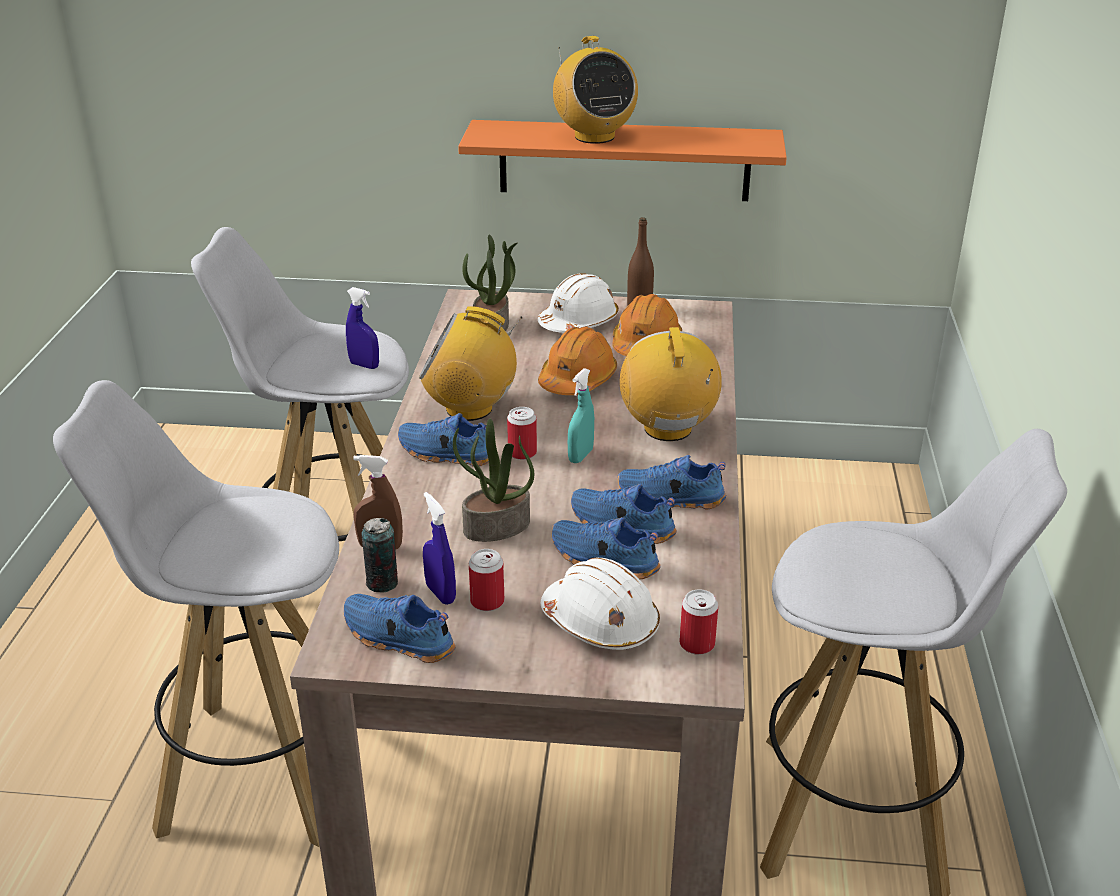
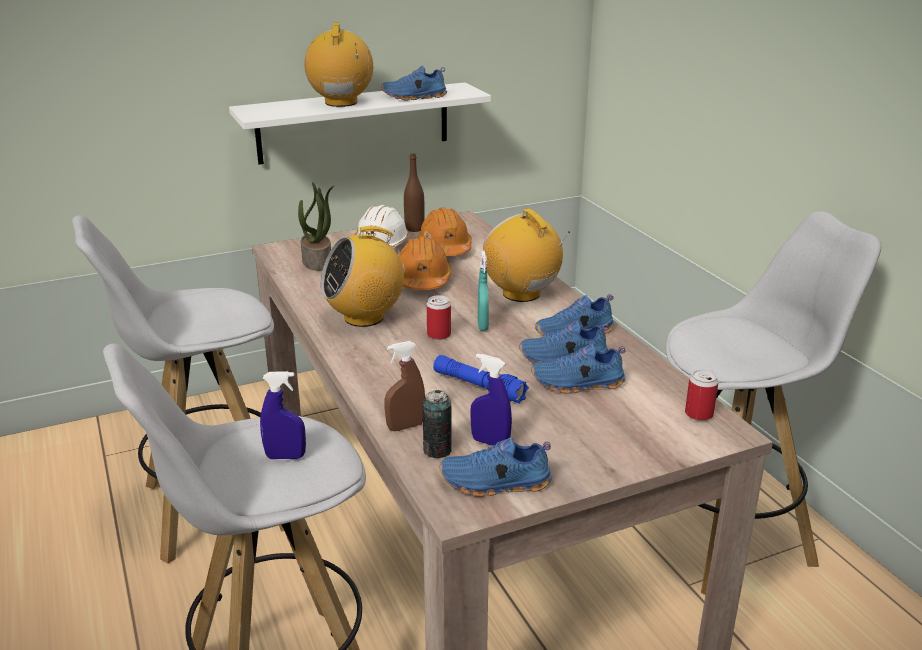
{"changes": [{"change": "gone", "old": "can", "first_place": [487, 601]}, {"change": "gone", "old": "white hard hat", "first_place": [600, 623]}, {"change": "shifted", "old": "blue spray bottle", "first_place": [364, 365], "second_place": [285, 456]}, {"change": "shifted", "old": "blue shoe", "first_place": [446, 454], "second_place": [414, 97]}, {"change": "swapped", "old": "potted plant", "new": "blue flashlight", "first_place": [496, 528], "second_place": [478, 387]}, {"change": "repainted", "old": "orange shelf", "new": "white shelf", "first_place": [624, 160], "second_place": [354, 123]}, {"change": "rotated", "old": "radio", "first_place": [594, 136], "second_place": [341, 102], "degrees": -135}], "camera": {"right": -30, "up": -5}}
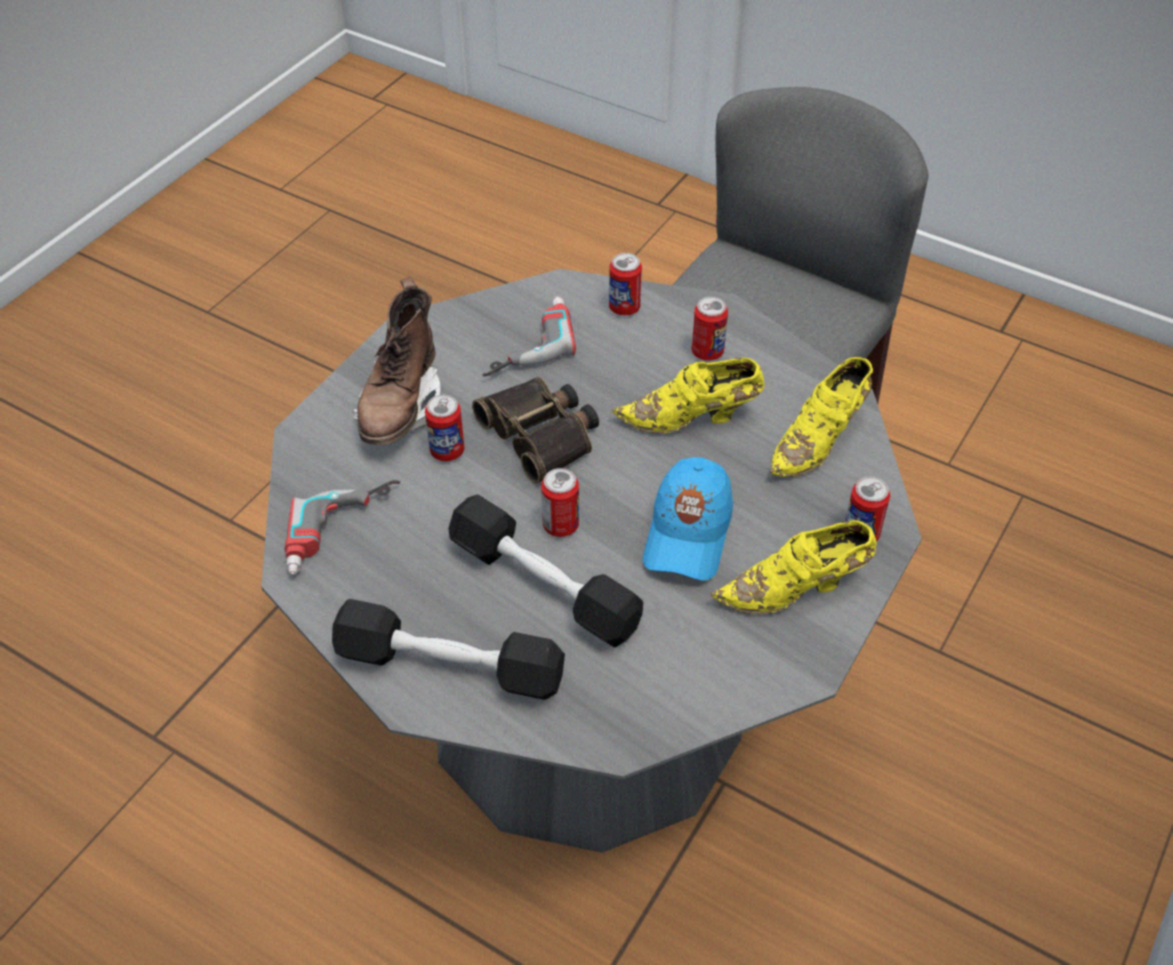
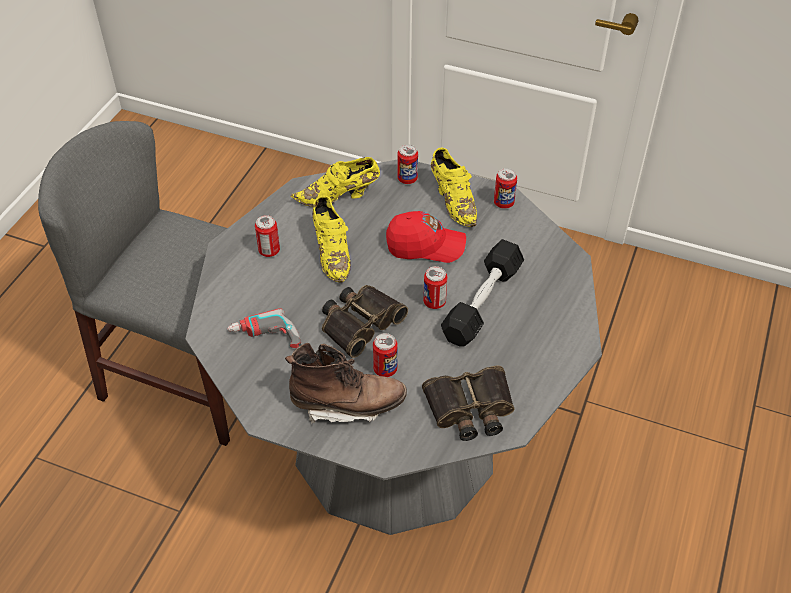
{"changes": [{"change": "gone", "old": "black dumbbell", "first_place": [449, 666]}, {"change": "shifted", "old": "can", "first_place": [624, 308], "second_place": [503, 203]}, {"change": "swapped", "old": "power drill", "new": "binoculars", "first_place": [344, 533], "second_place": [470, 409]}, {"change": "repainted", "old": "blue cap", "new": "red cap", "first_place": [688, 533], "second_place": [425, 246]}, {"change": "rotated", "old": "yellow shoe", "first_place": [820, 440], "second_place": [339, 197], "degrees": 135}], "camera": {"right": -100, "up": 0}}
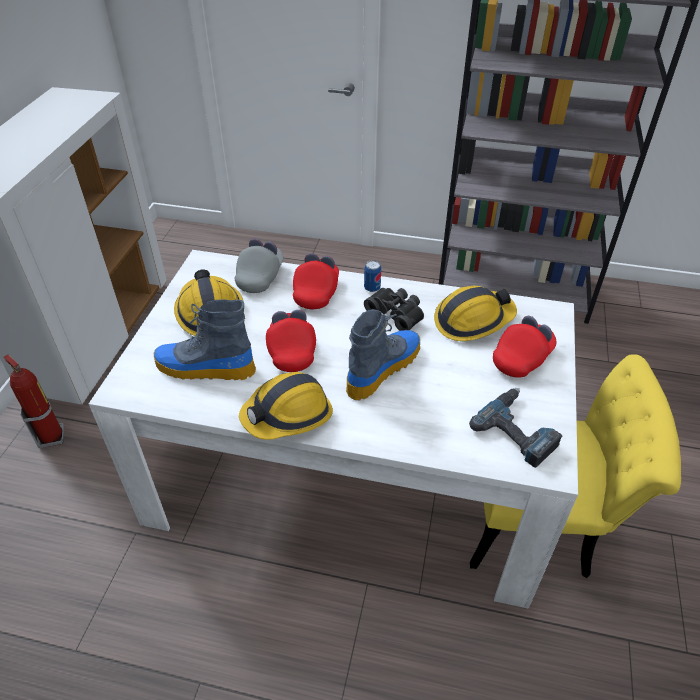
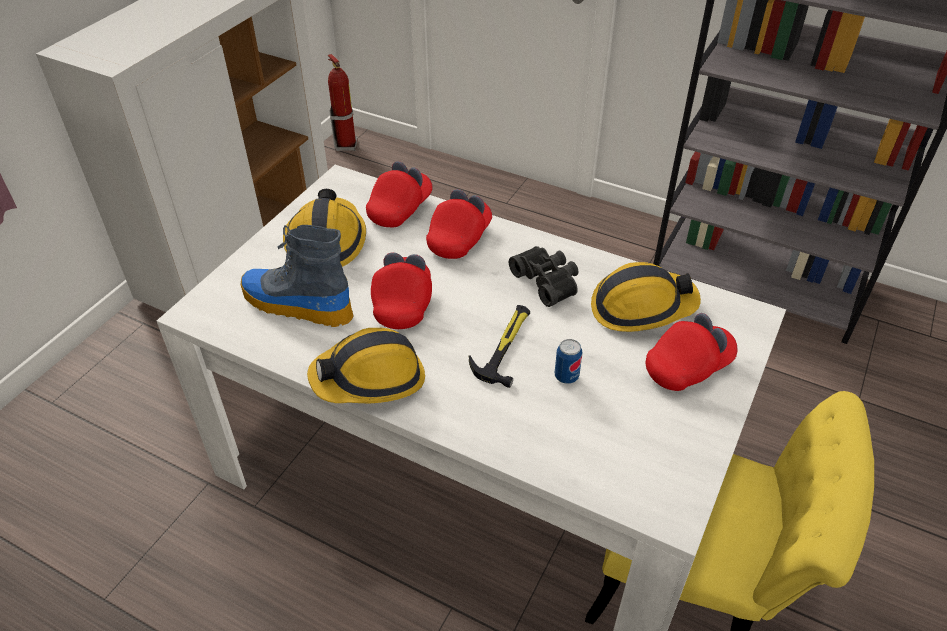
{"changes": [{"change": "gone", "old": "power drill", "first_place": [518, 430]}, {"change": "shifted", "old": "fire extinguisher", "first_place": [52, 437], "second_place": [346, 145]}, {"change": "shifted", "old": "can", "first_place": [372, 288], "second_place": [566, 376]}, {"change": "swapped", "old": "boot", "new": "hammer", "first_place": [383, 368], "second_place": [505, 345]}, {"change": "repainted", "old": "grey cap", "new": "red cap", "first_place": [260, 277], "second_place": [400, 209]}], "camera": {"right": 15, "up": 0}}
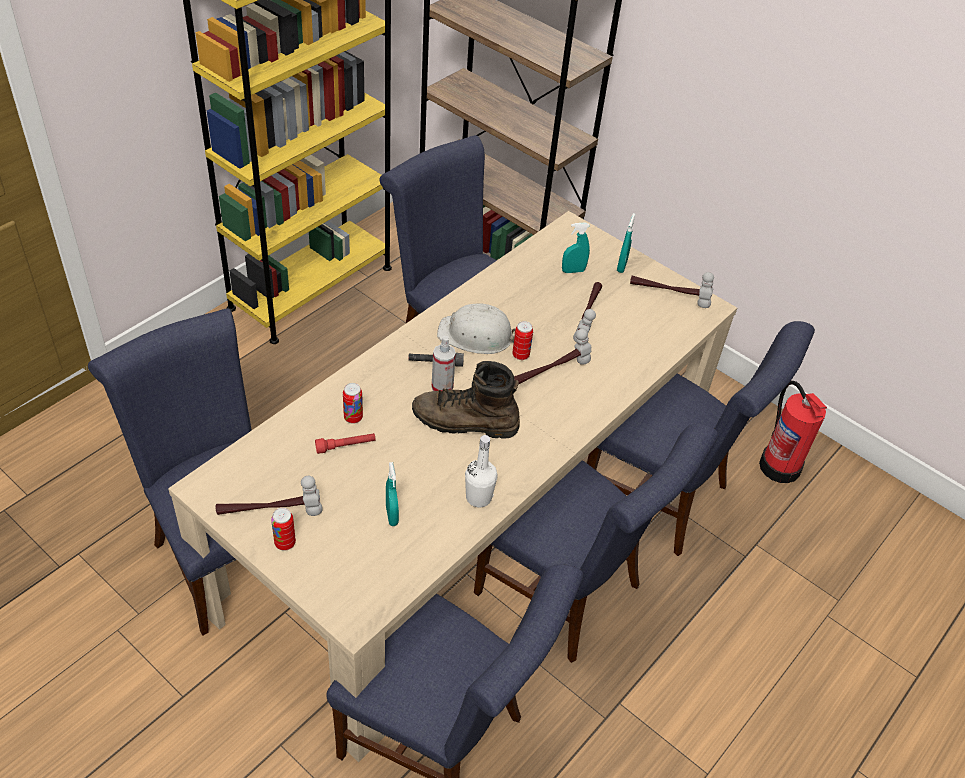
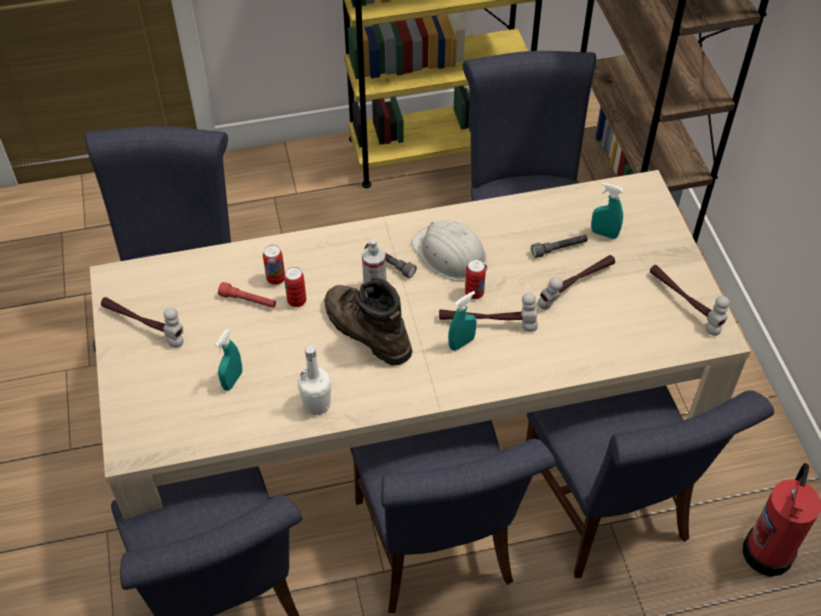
{"changes": [{"change": "new", "new": "grey flashlight", "second_place": [559, 249]}, {"change": "shifted", "old": "can", "first_place": [285, 543], "second_place": [297, 301]}, {"change": "shifted", "old": "turquoise spray bottle", "first_place": [621, 266], "second_place": [461, 343]}], "camera": {"right": 40, "up": 5}}
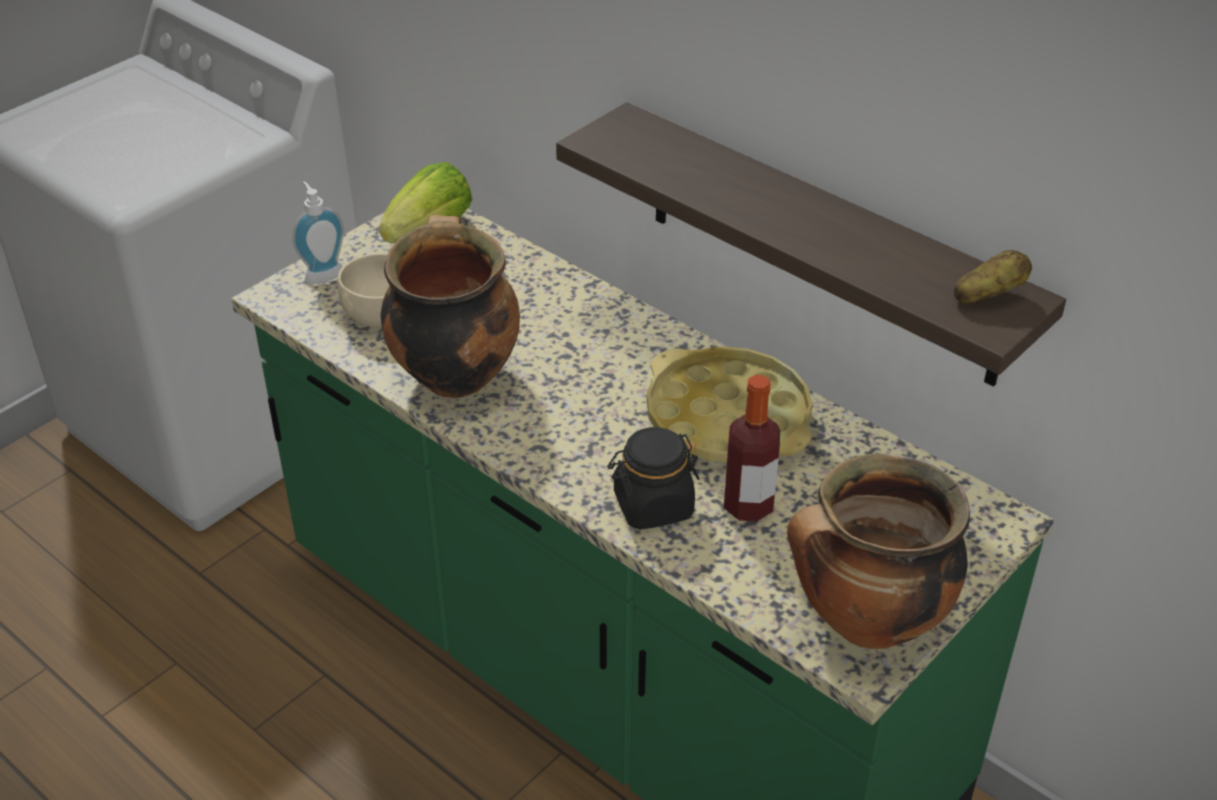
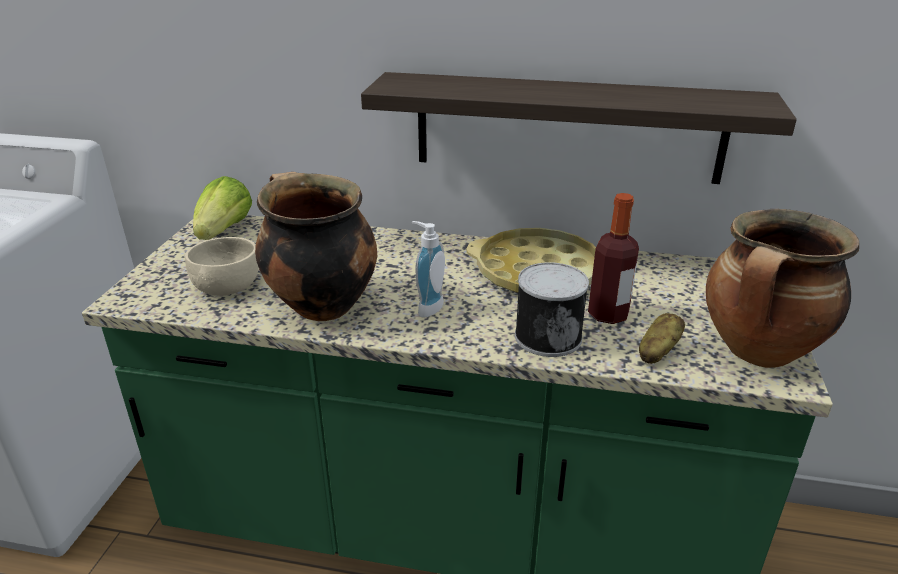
{"changes": [{"change": "shifted", "old": "soap dispenser", "first_place": [322, 273], "second_place": [427, 307]}, {"change": "shifted", "old": "potato", "first_place": [988, 295], "second_place": [657, 352]}, {"change": "swapped", "old": "black jar", "new": "can", "first_place": [652, 506], "second_place": [547, 336]}], "camera": {"right": -30, "up": -10}}
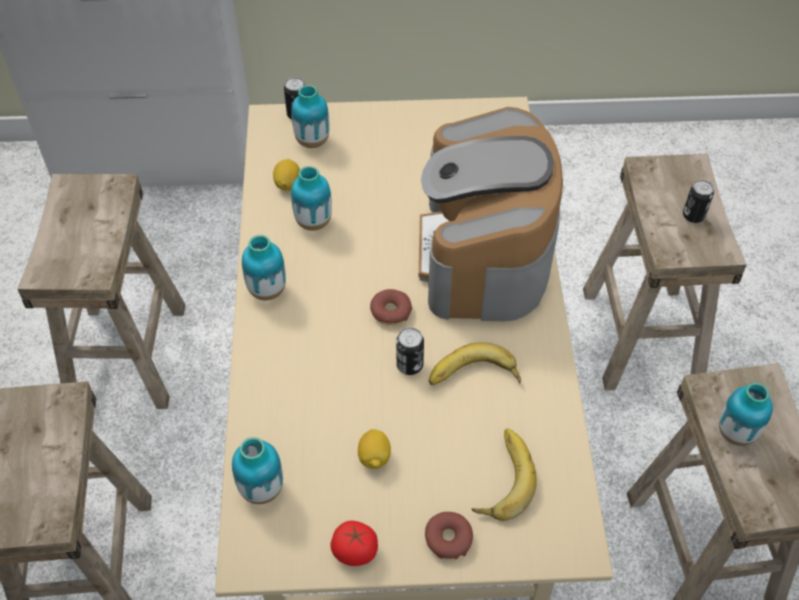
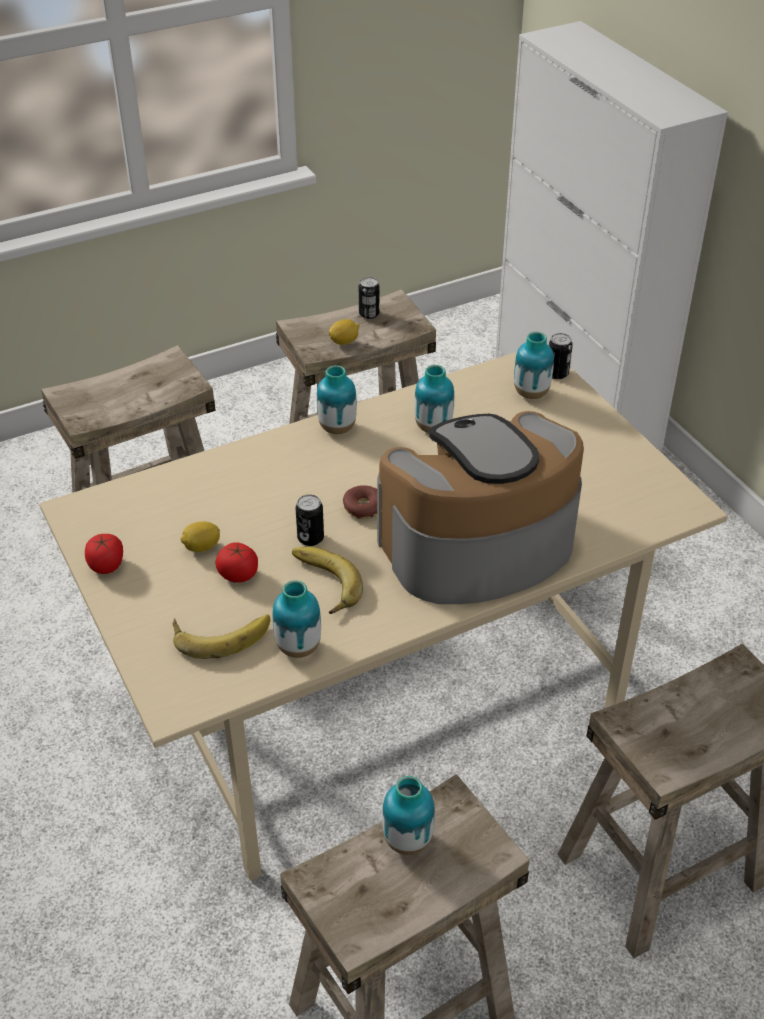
{"changes": [{"change": "gone", "old": "donut", "first_place": [448, 538]}, {"change": "new", "new": "tomato", "second_place": [238, 574]}, {"change": "shifted", "old": "vase", "first_place": [262, 489], "second_place": [298, 647]}, {"change": "shifted", "old": "lemon", "first_place": [287, 184], "second_place": [344, 341]}, {"change": "shifted", "old": "can", "first_place": [693, 216], "second_place": [369, 314]}], "camera": {"right": 65, "up": -10}}
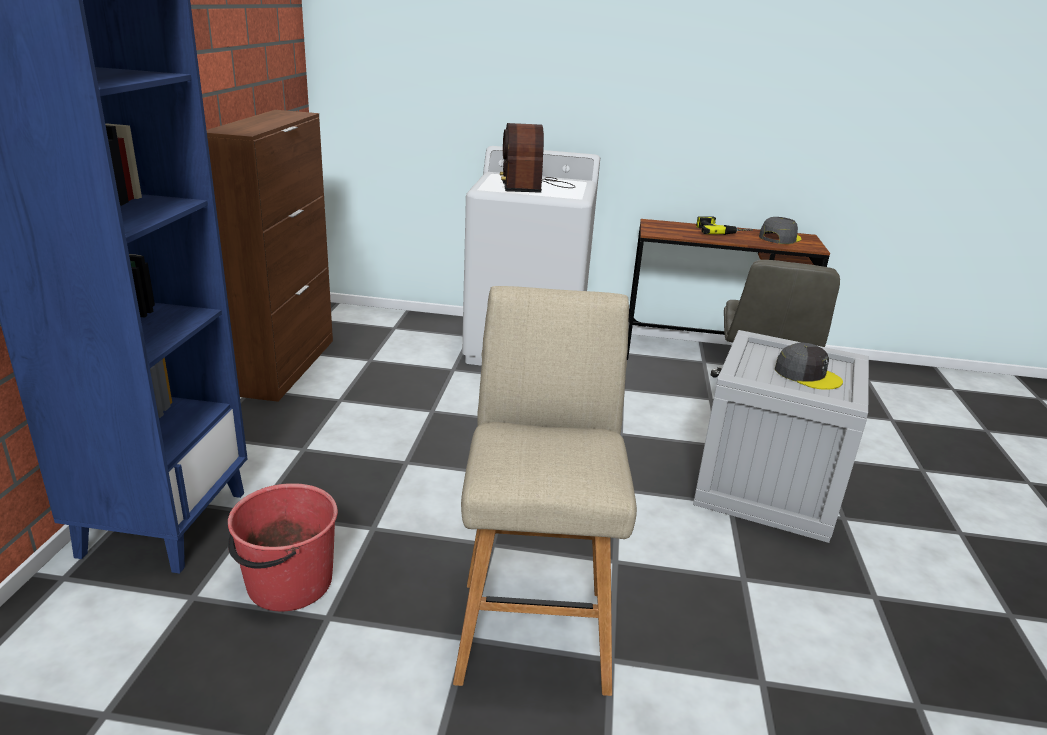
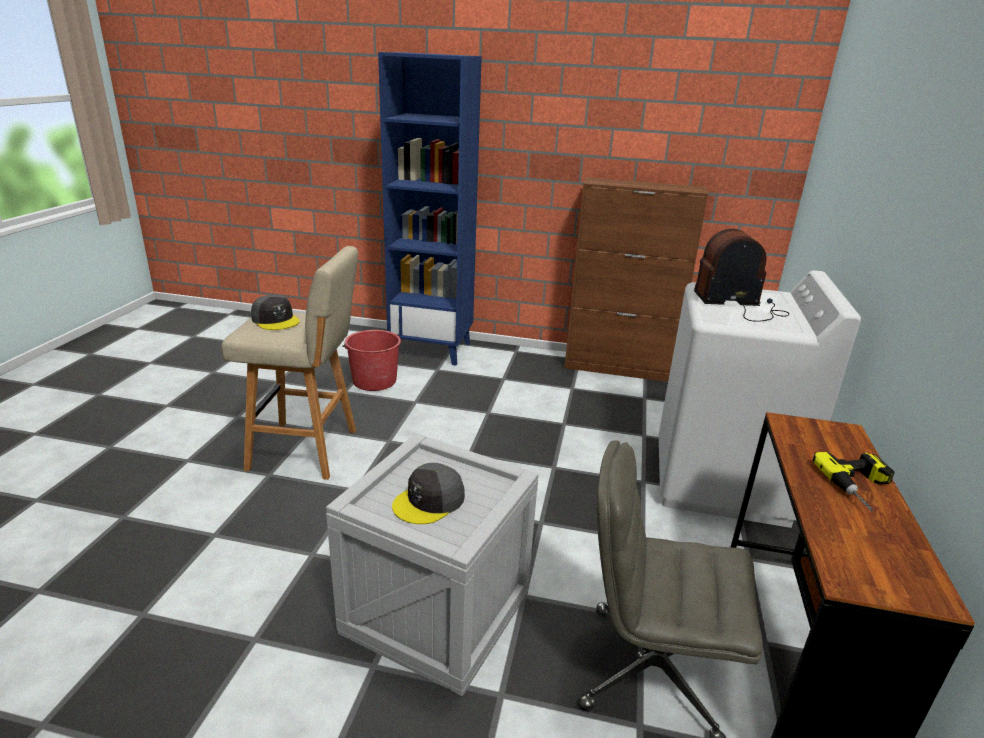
{"changes": [{"change": "shifted", "old": "grey cap", "first_place": [779, 238], "second_place": [275, 320]}], "camera": {"right": 95, "up": 0}}
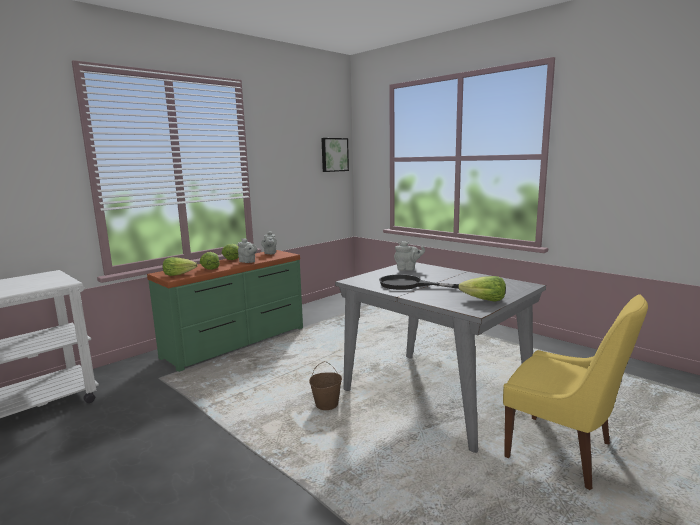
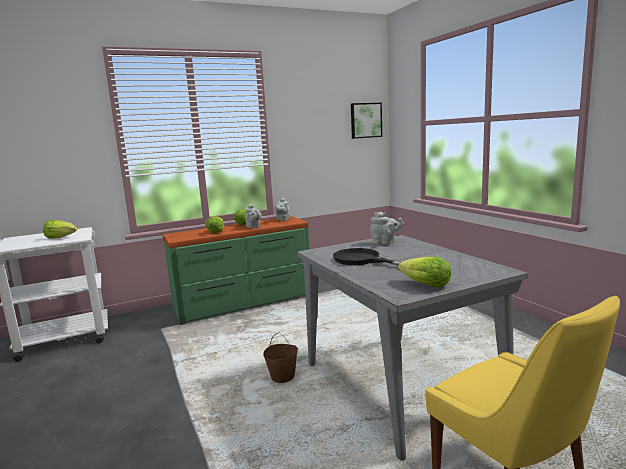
{"changes": [{"change": "shifted", "old": "lettuce", "first_place": [179, 274], "second_place": [61, 237]}], "camera": {"right": 20, "up": 0}}
